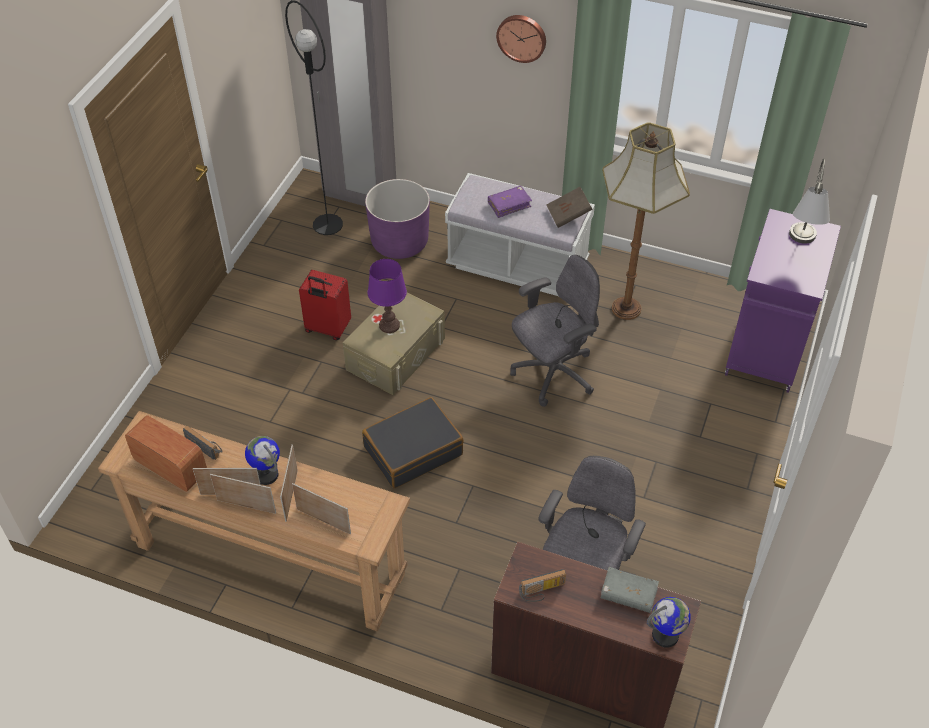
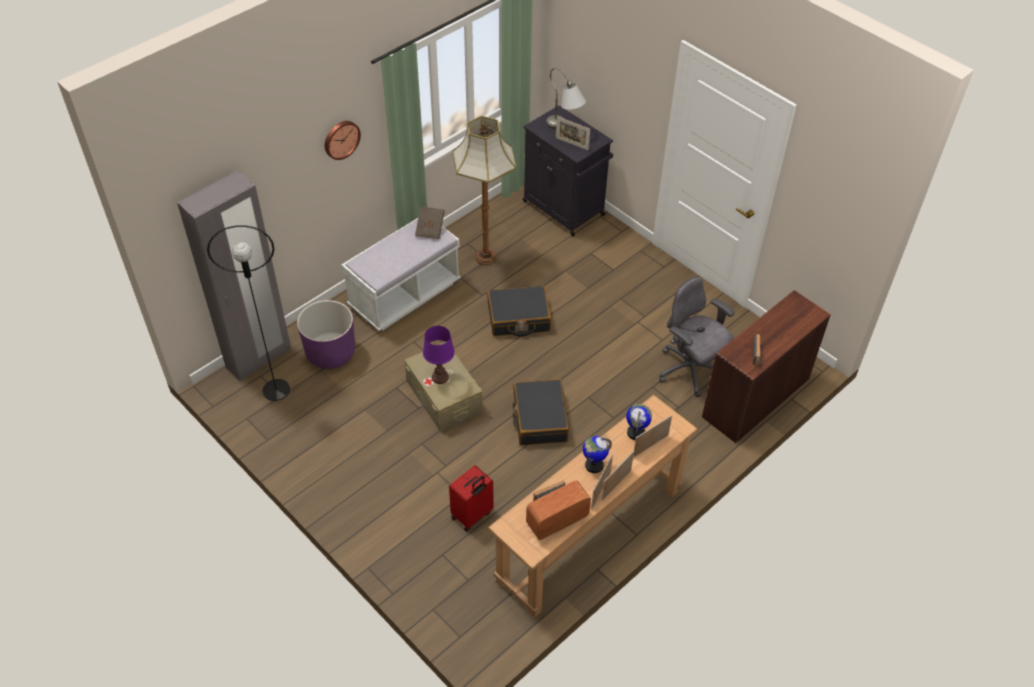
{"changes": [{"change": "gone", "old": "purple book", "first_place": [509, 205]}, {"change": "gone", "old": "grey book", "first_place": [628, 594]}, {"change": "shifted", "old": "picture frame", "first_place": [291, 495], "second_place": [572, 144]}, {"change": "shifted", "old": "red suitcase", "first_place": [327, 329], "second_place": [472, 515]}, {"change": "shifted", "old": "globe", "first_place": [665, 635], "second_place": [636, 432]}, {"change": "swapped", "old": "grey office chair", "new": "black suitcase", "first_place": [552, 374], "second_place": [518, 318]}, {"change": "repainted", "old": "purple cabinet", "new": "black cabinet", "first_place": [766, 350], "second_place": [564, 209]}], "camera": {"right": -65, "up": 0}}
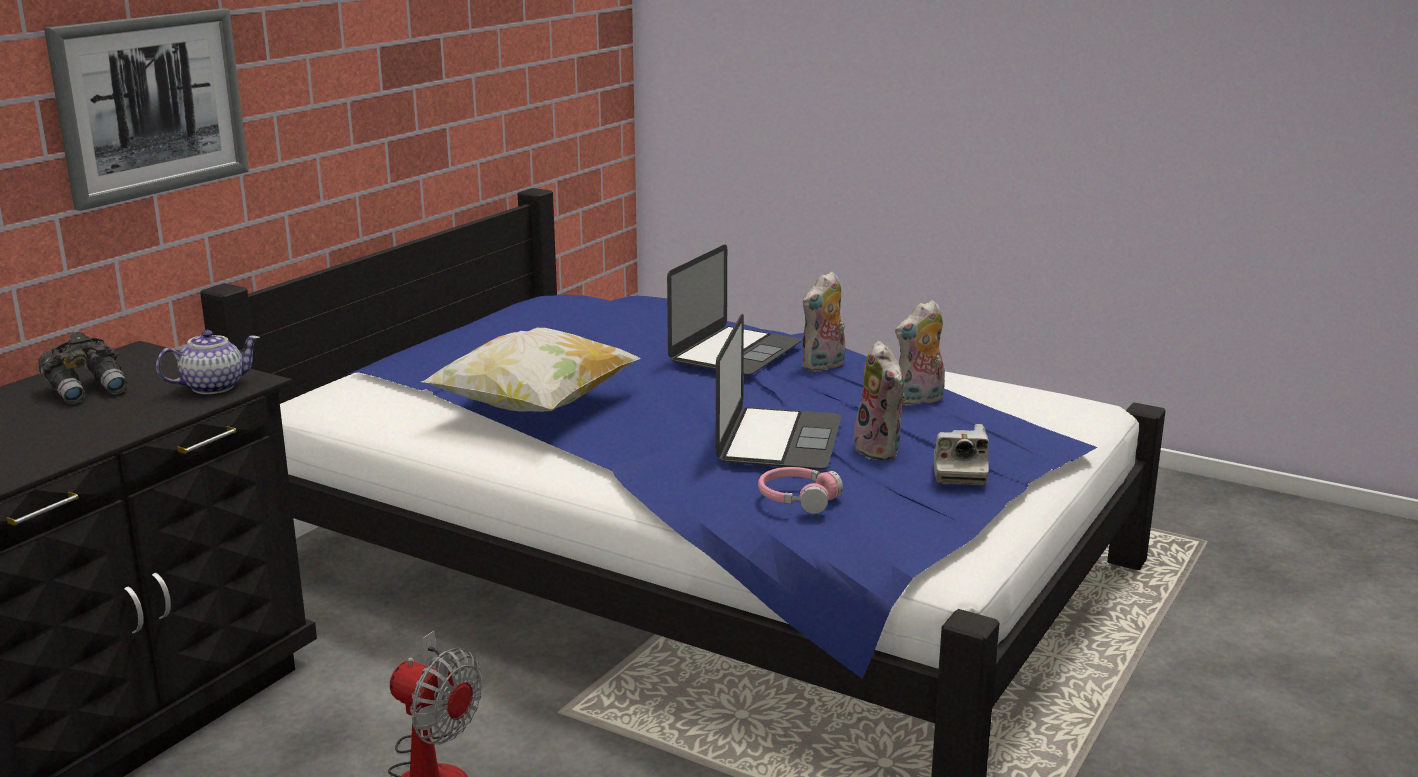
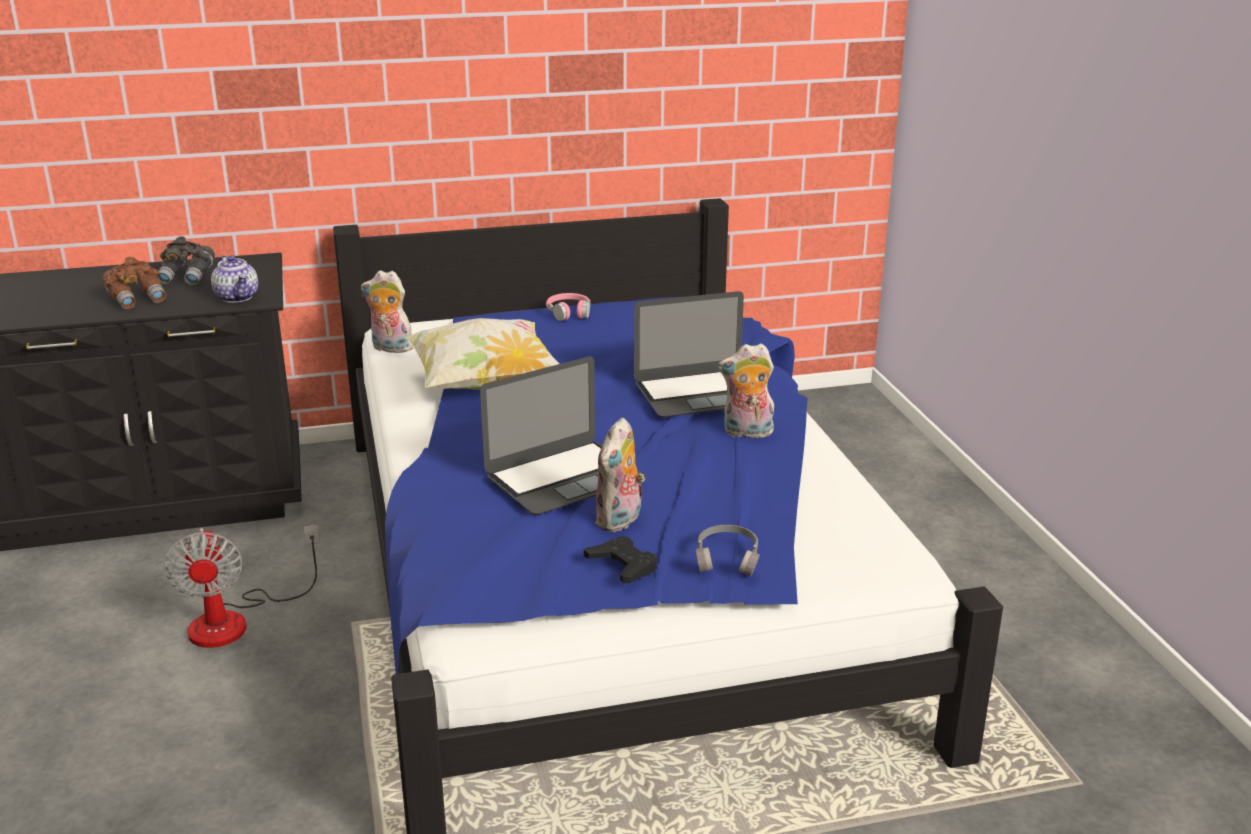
{"changes": [{"change": "gone", "old": "picture", "first_place": [151, 105]}, {"change": "new", "new": "brown binoculars", "second_place": [137, 299]}, {"change": "new", "new": "grey headphones", "second_place": [728, 558]}, {"change": "shifted", "old": "pink headphones", "first_place": [798, 499], "second_place": [569, 313]}, {"change": "shifted", "old": "plush toy", "first_place": [920, 400], "second_place": [390, 348]}, {"change": "swapped", "old": "photo camera", "new": "black game controller", "first_place": [959, 472], "second_place": [623, 566]}, {"change": "rotated", "old": "teapot", "first_place": [213, 386], "second_place": [237, 297], "degrees": 45}], "camera": {"right": 45, "up": 5}}
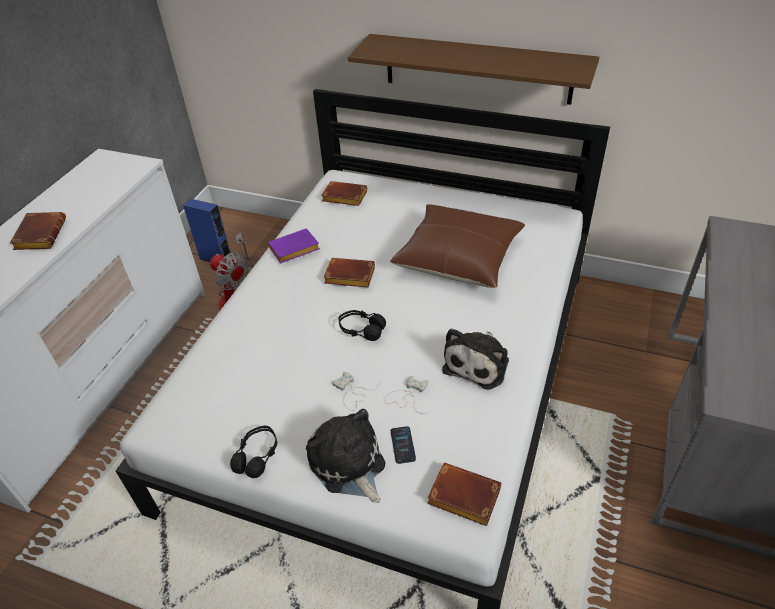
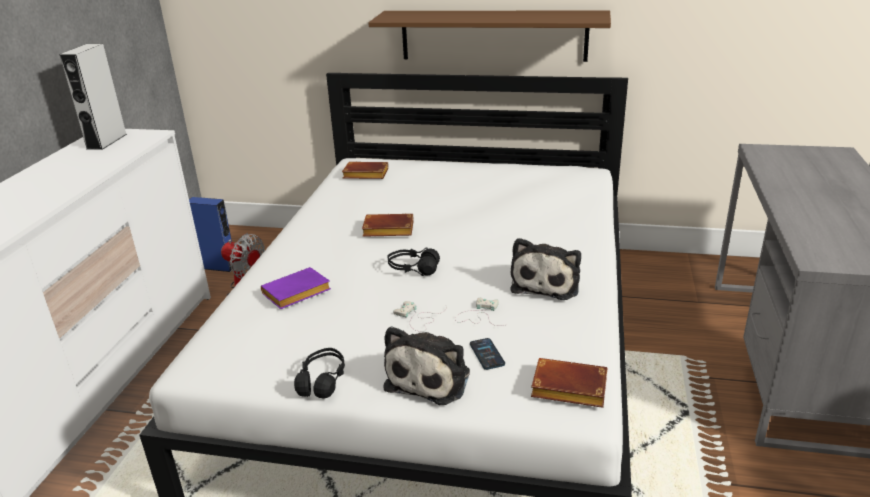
{"changes": [{"change": "gone", "old": "brown book", "first_place": [40, 234]}, {"change": "gone", "old": "brown pillow", "first_place": [458, 257]}, {"change": "new", "new": "grey speaker", "second_place": [106, 141]}, {"change": "shifted", "old": "purple book", "first_place": [293, 250], "second_place": [295, 294]}, {"change": "rotated", "old": "plush toy", "first_place": [348, 465], "second_place": [431, 377], "degrees": -120}], "camera": {"right": -10, "up": -15}}
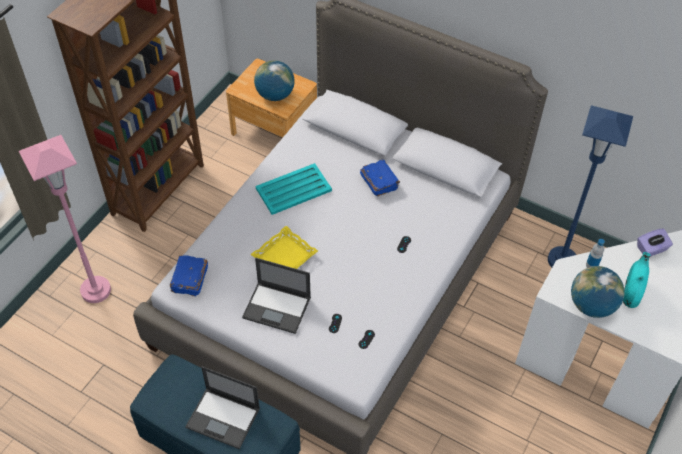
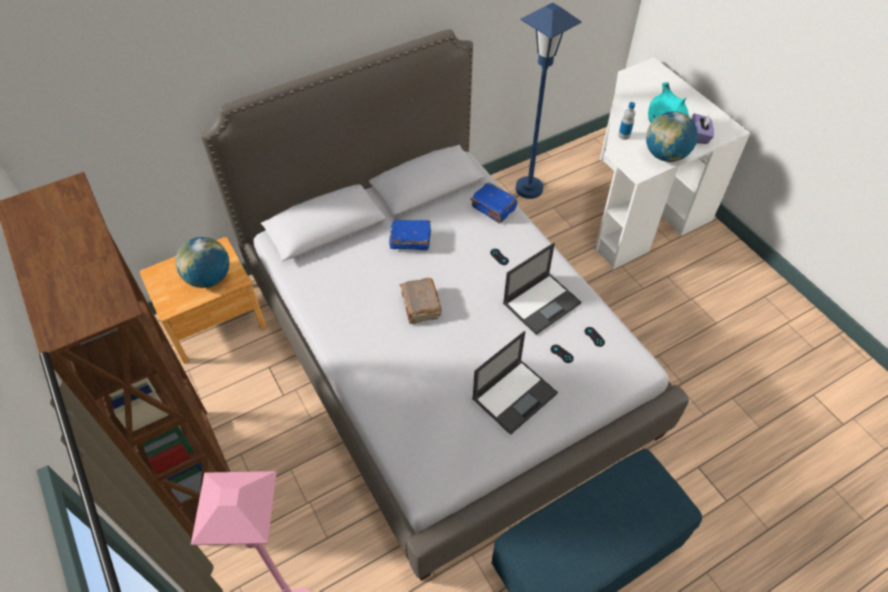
{"changes": [{"change": "gone", "old": "yellow tray", "first_place": [285, 256]}, {"change": "gone", "old": "turquoise tray", "first_place": [293, 189]}, {"change": "new", "new": "brown book", "second_place": [420, 306]}, {"change": "shifted", "old": "blue book", "first_place": [189, 280], "second_place": [493, 208]}, {"change": "shifted", "old": "laptop", "first_place": [224, 418], "second_place": [542, 302]}, {"change": "shifted", "old": "purple tissue box", "first_place": [651, 249], "second_place": [699, 136]}], "camera": {"right": -60, "up": 0}}
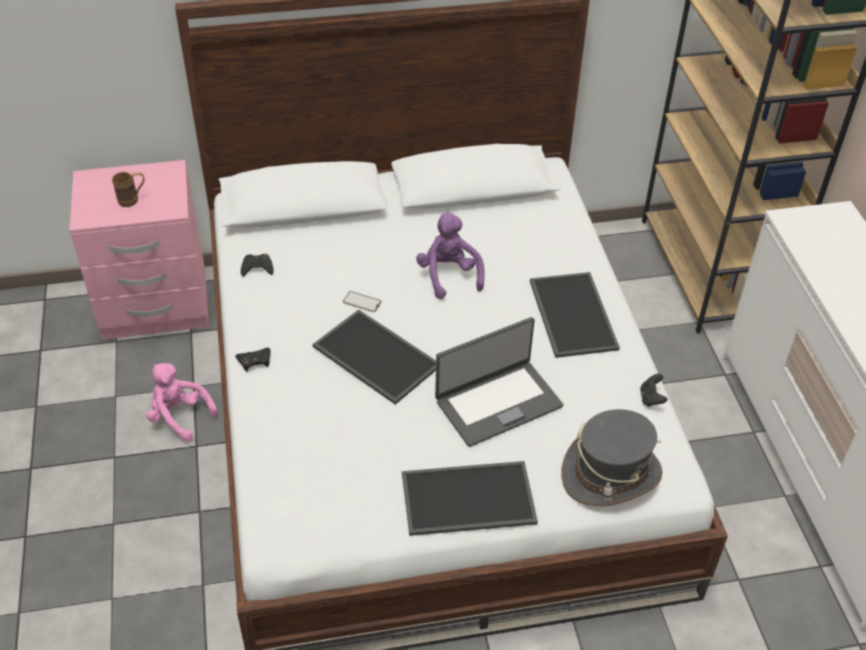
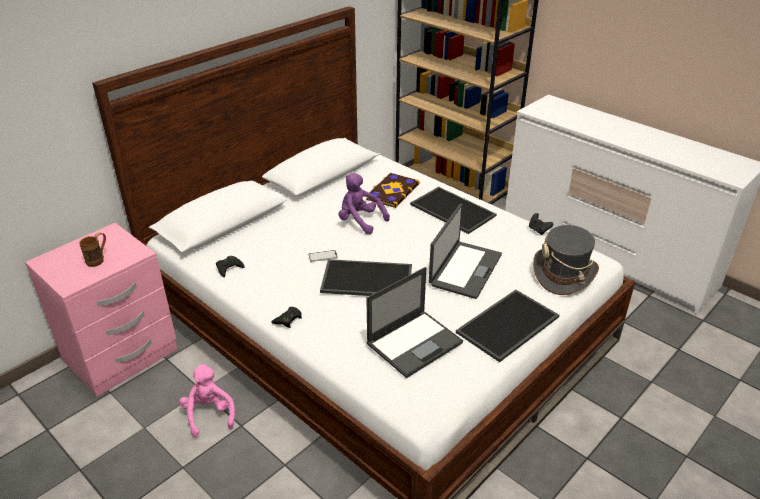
{"changes": [{"change": "new", "new": "book", "second_place": [392, 191]}, {"change": "new", "new": "laptop", "second_place": [415, 342]}, {"change": "rotated", "old": "pink plush toy", "first_place": [179, 416], "second_place": [209, 414], "degrees": 75}], "camera": {"right": -35, "up": -10}}
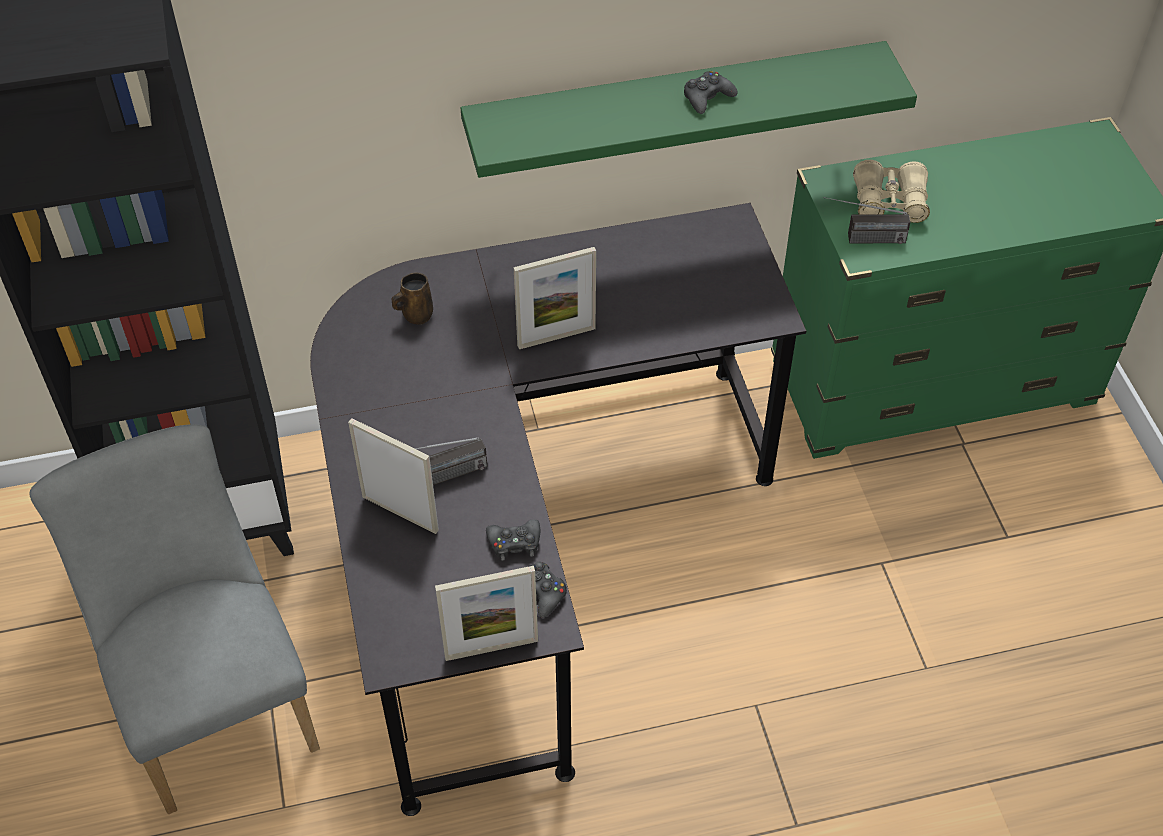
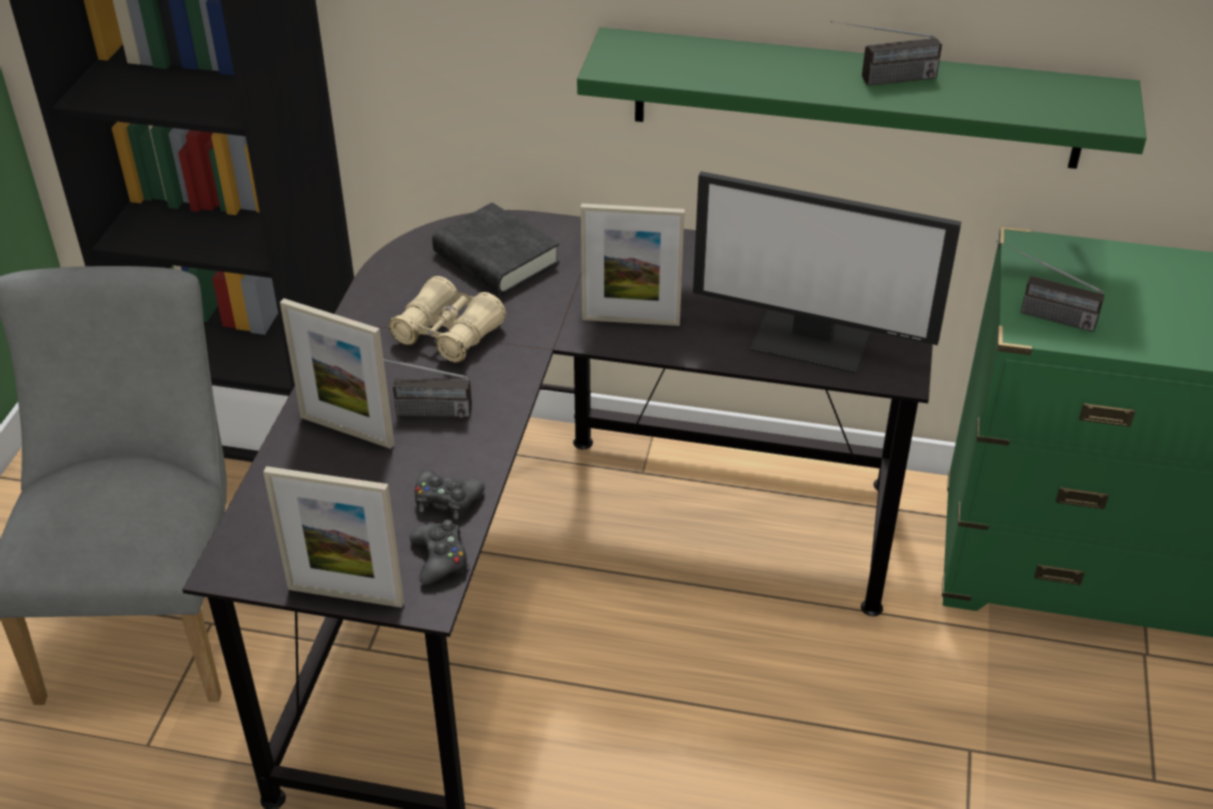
{"changes": [{"change": "new", "new": "monitor", "second_place": [812, 340]}, {"change": "shifted", "old": "beige binoculars", "first_place": [889, 202], "second_place": [448, 334]}, {"change": "swapped", "old": "brown mug", "new": "black book", "first_place": [416, 315], "second_place": [496, 258]}, {"change": "swapped", "old": "black game controller", "new": "radio", "first_place": [707, 97], "second_place": [880, 80]}, {"change": "rotated", "old": "picture frame", "first_place": [400, 513], "second_place": [347, 431], "degrees": 150}], "camera": {"right": 25, "up": -10}}
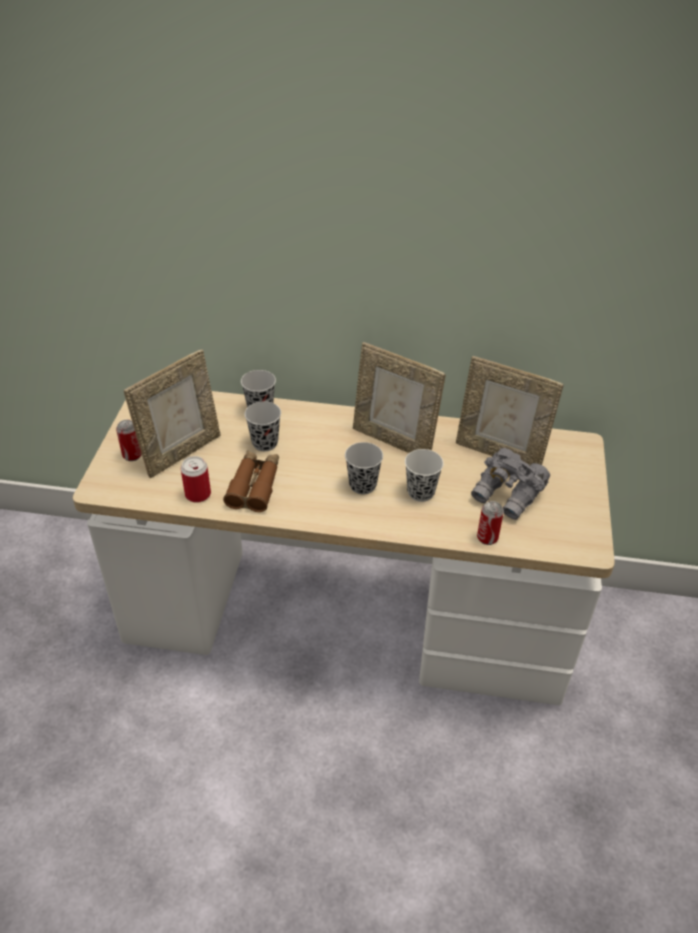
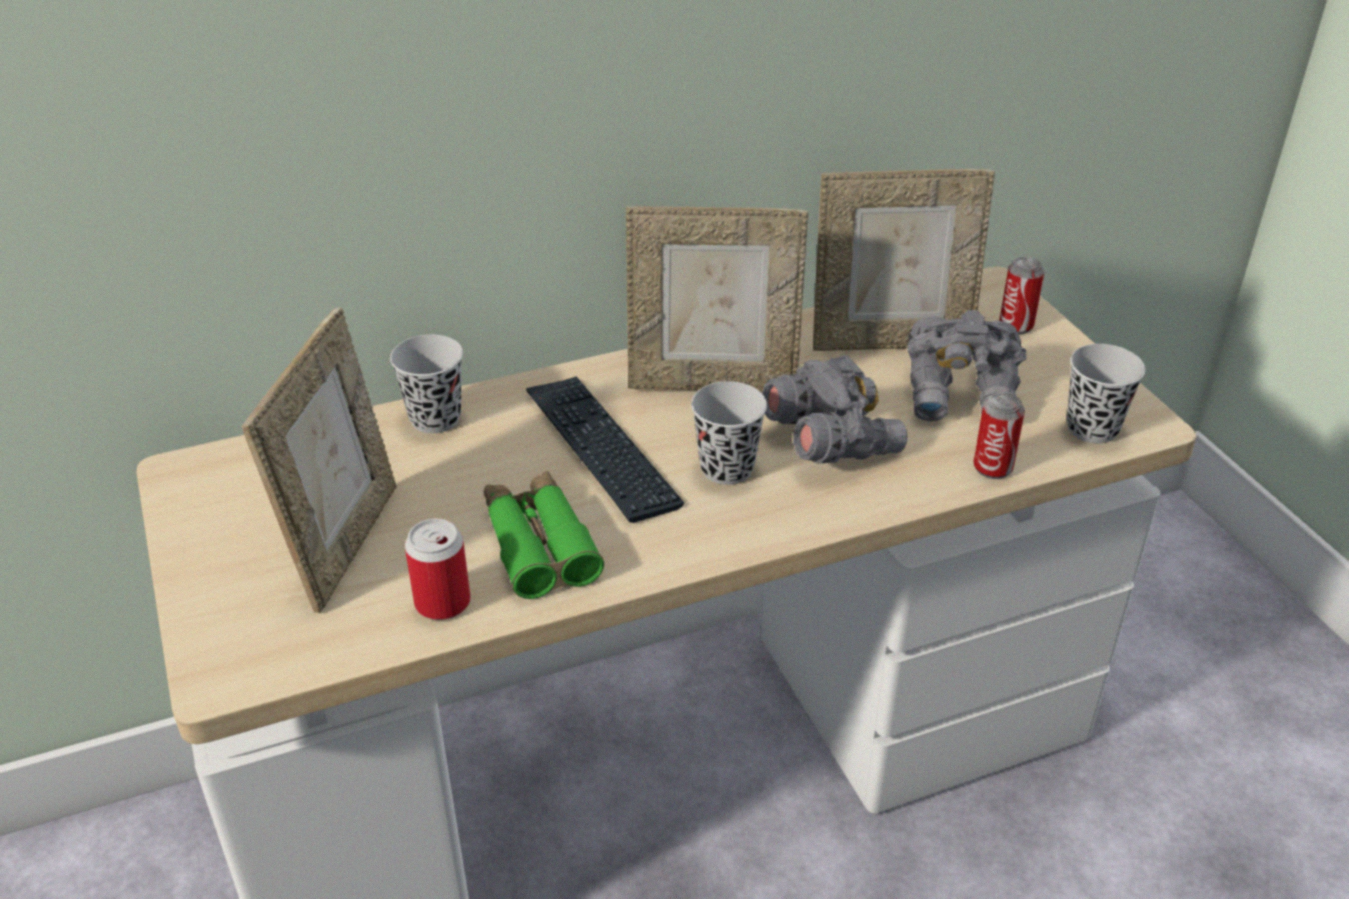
{"changes": [{"change": "new", "new": "keyboard", "second_place": [601, 449]}, {"change": "shifted", "old": "can", "first_place": [132, 455], "second_place": [1016, 326]}, {"change": "shifted", "old": "black cup", "first_place": [265, 443], "second_place": [1092, 428]}, {"change": "swapped", "old": "white cup", "new": "grey binoculars", "first_place": [421, 492], "second_place": [829, 442]}, {"change": "repainted", "old": "brown binoculars", "new": "green binoculars", "first_place": [254, 486], "second_place": [539, 545]}], "camera": {"right": -30, "up": -5}}
